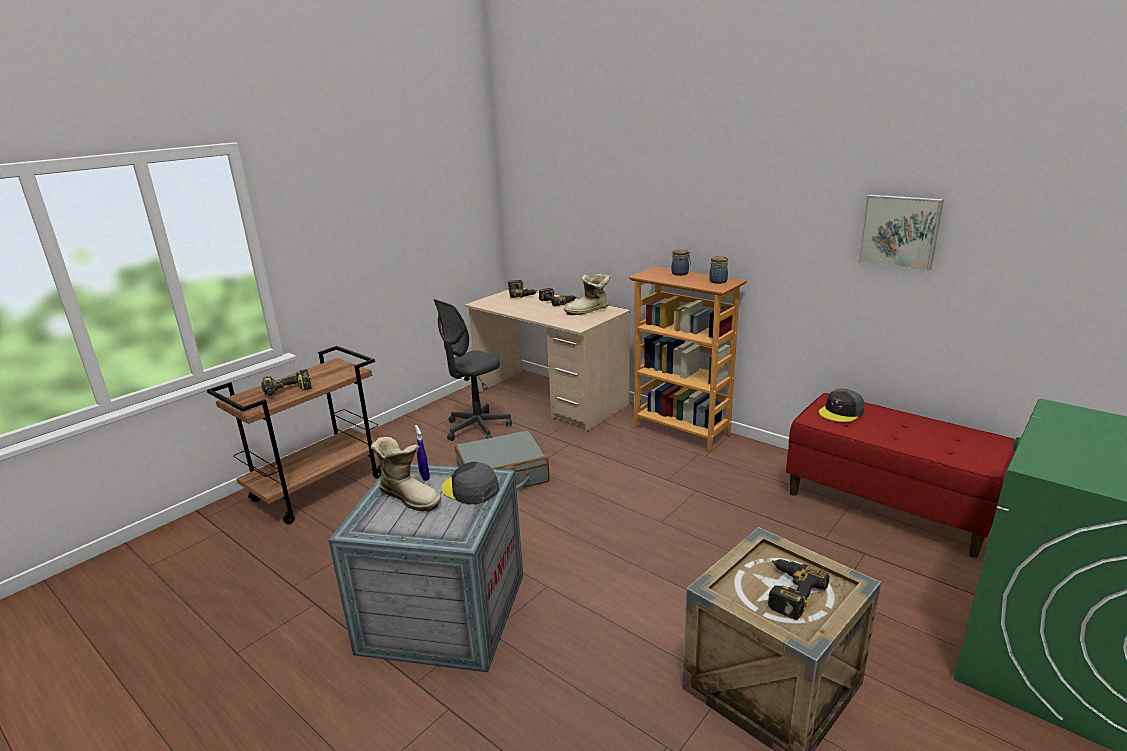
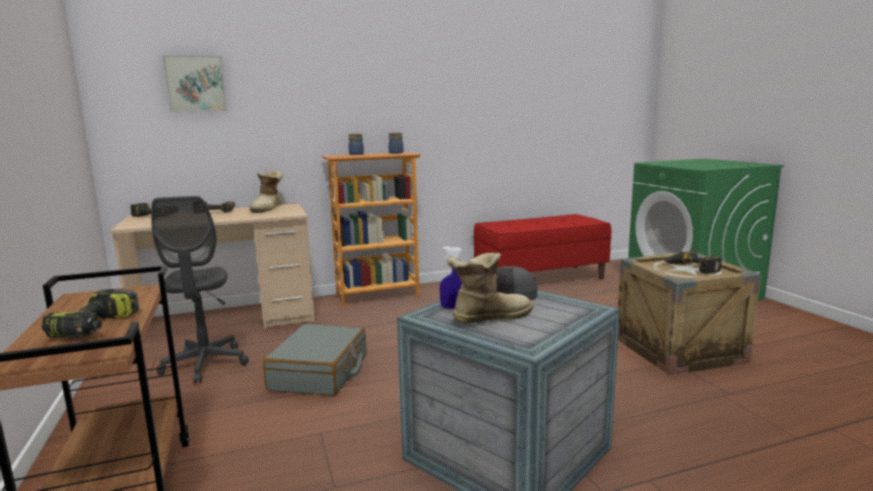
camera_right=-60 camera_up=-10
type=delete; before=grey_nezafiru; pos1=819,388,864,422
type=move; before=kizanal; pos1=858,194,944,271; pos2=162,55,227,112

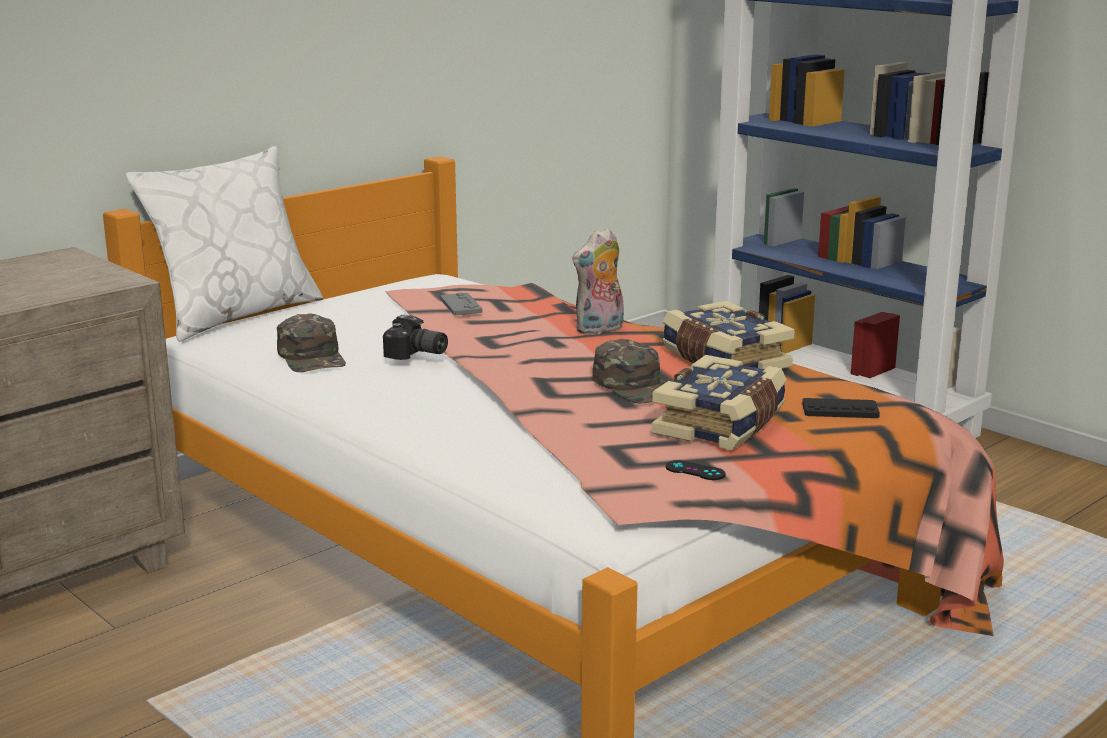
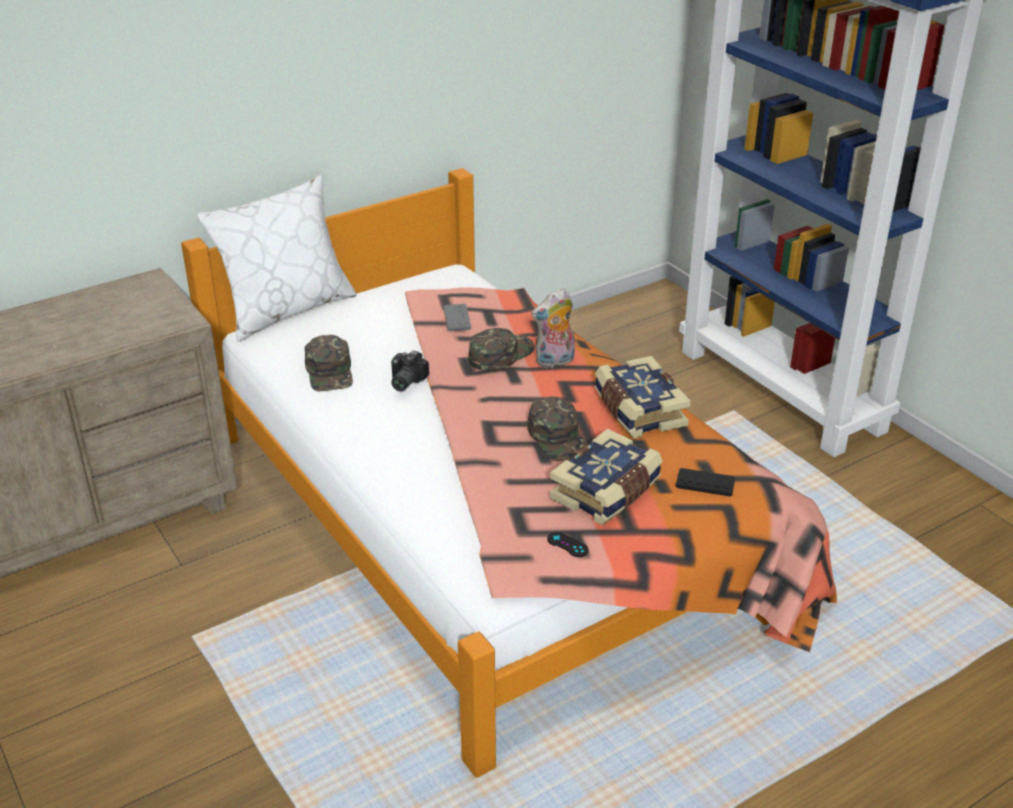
camera_right=10 camera_up=15
type=insert; after=green_nezafiru; pos2=468,328,535,371
type=rotate; before=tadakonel; pos1=383,315,448,360; pos2=391,351,429,391; turn=75

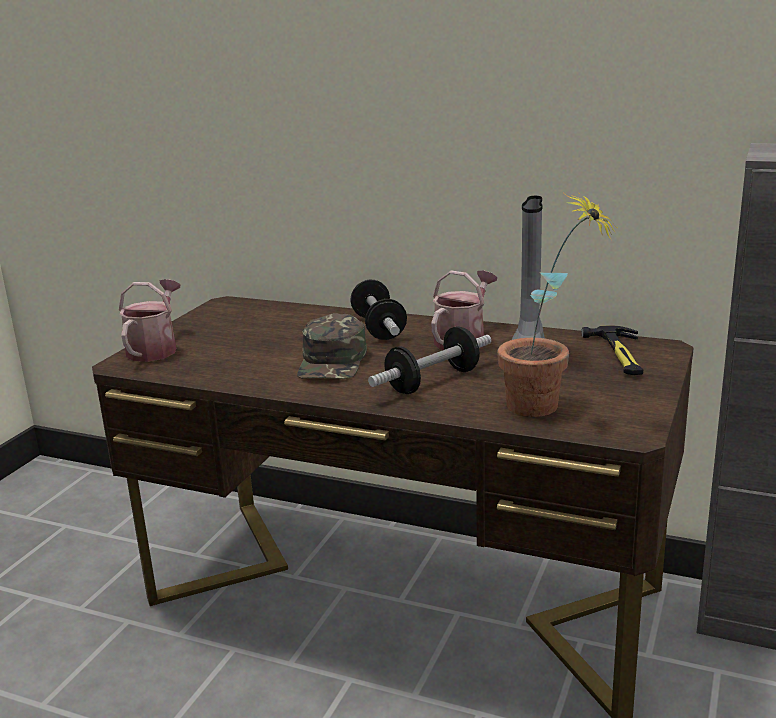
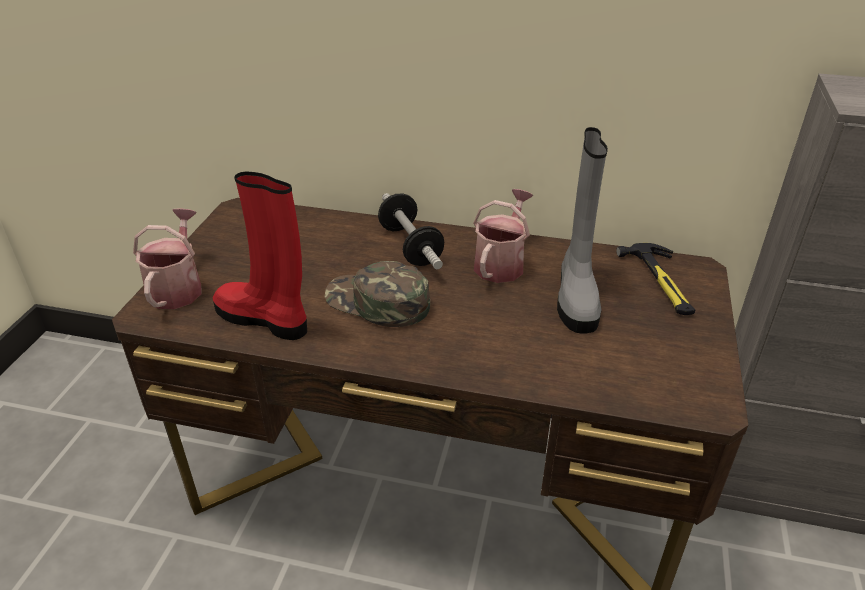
camera_right=-10 camera_up=15
type=delete; before=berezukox; pos1=368,326,491,394
type=delete; before=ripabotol; pos1=497,193,617,417
type=insert; after=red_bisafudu; pos2=213,172,307,340
type=rotate; before=green_nezafiru; pos1=297,313,367,379; pos2=324,261,430,327; turn=120

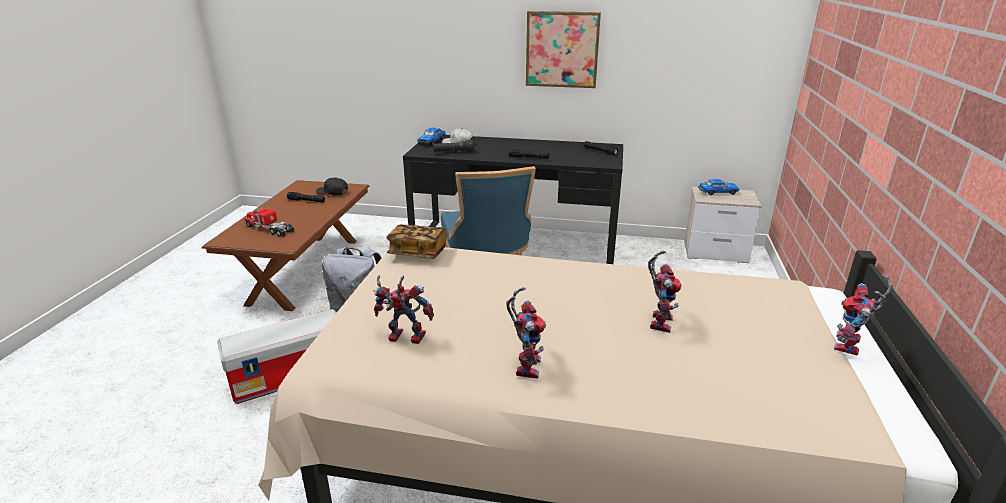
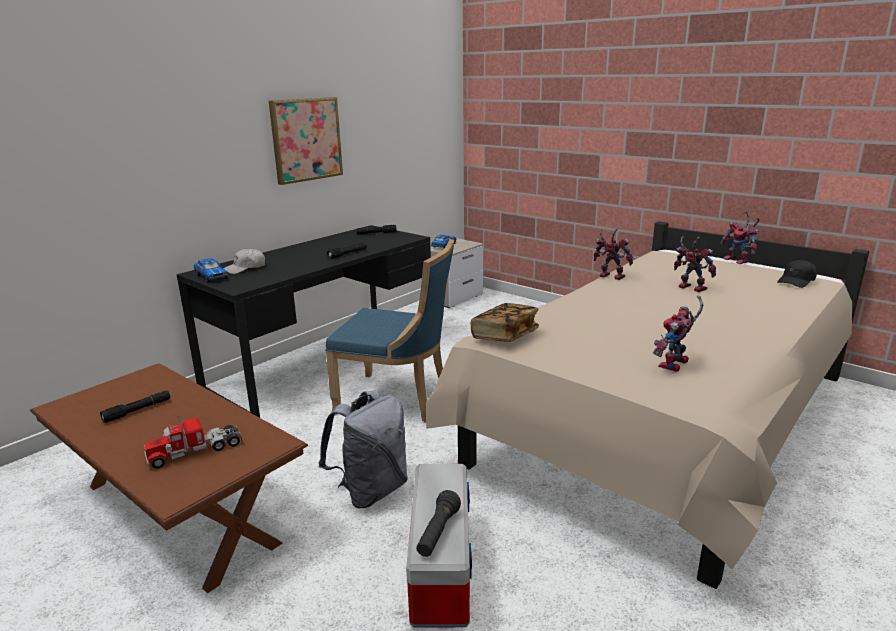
camera_right=-60 camera_up=-5
type=move; before=black_nezafiru; pos1=316,177,348,195; pos2=777,260,817,288
type=move; before=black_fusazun; pos1=433,139,474,152; pos2=416,490,461,557
type=move; before=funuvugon; pos1=506,287,546,379; pos2=593,228,633,280

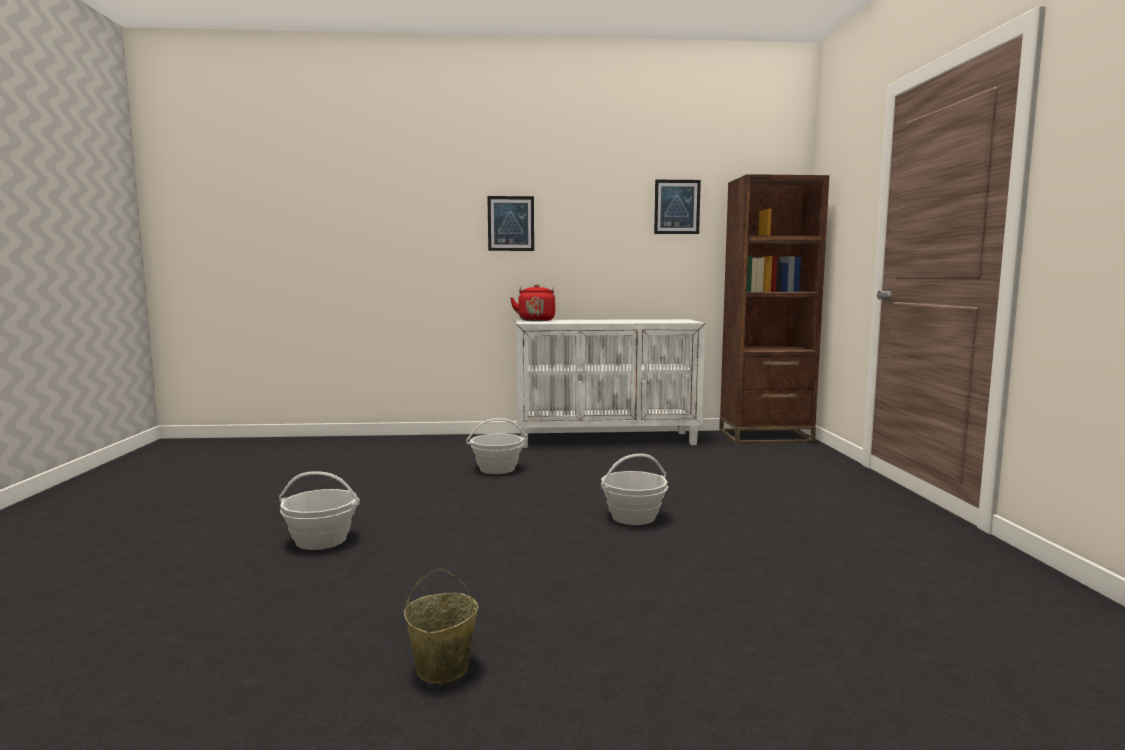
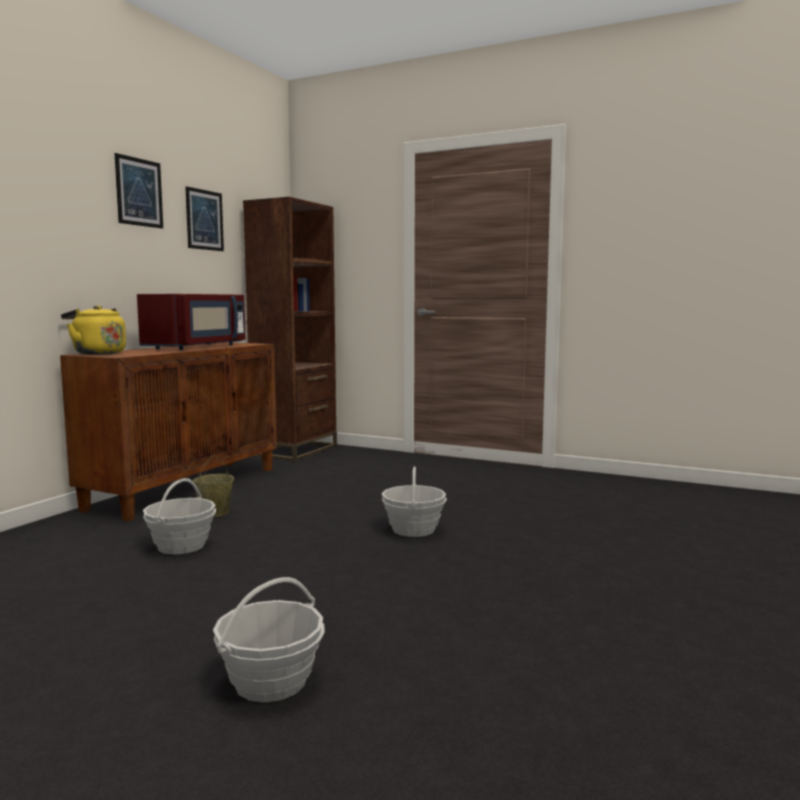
camera_right=-60 camera_up=0
type=insert; after=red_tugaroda; pos2=137,294,246,350
type=move; before=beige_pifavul; pos1=404,568,478,684; pos2=193,455,234,517
type=move; before=kizanal; pos1=487,196,534,251; pos2=115,153,163,228
type=recolor; before=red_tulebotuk; after=yellow_tulebotuk; pos1=510,284,555,321; pos2=61,305,126,355
type=recolor; before=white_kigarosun; after=brown_kigarosun; pos1=516,319,705,448; pos2=60,342,277,521

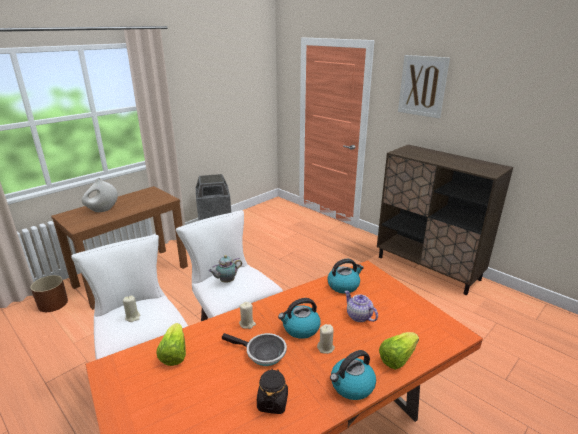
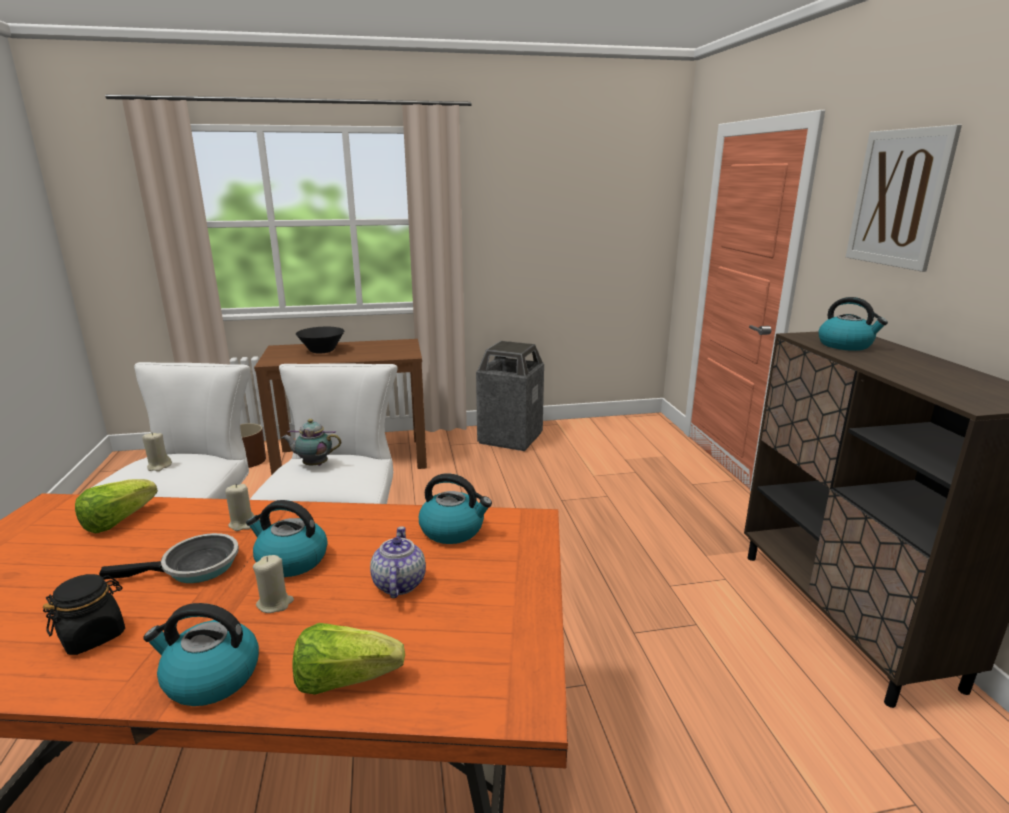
camera_right=35 camera_up=-5
type=insert; after=tulebotuk; pos2=818,297,888,351
type=replace; before=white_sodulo; after=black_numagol; pos1=82,178,118,212; pos2=296,327,344,353
type=rotate; before=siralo; pos1=222,333,287,366; pos2=99,533,239,583; turn=-75

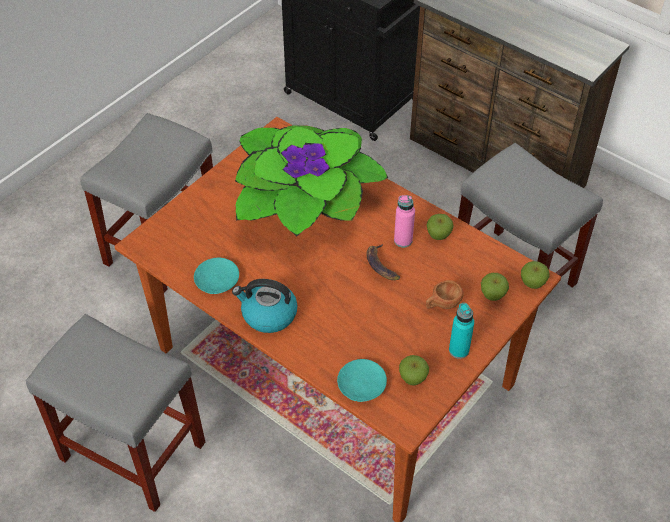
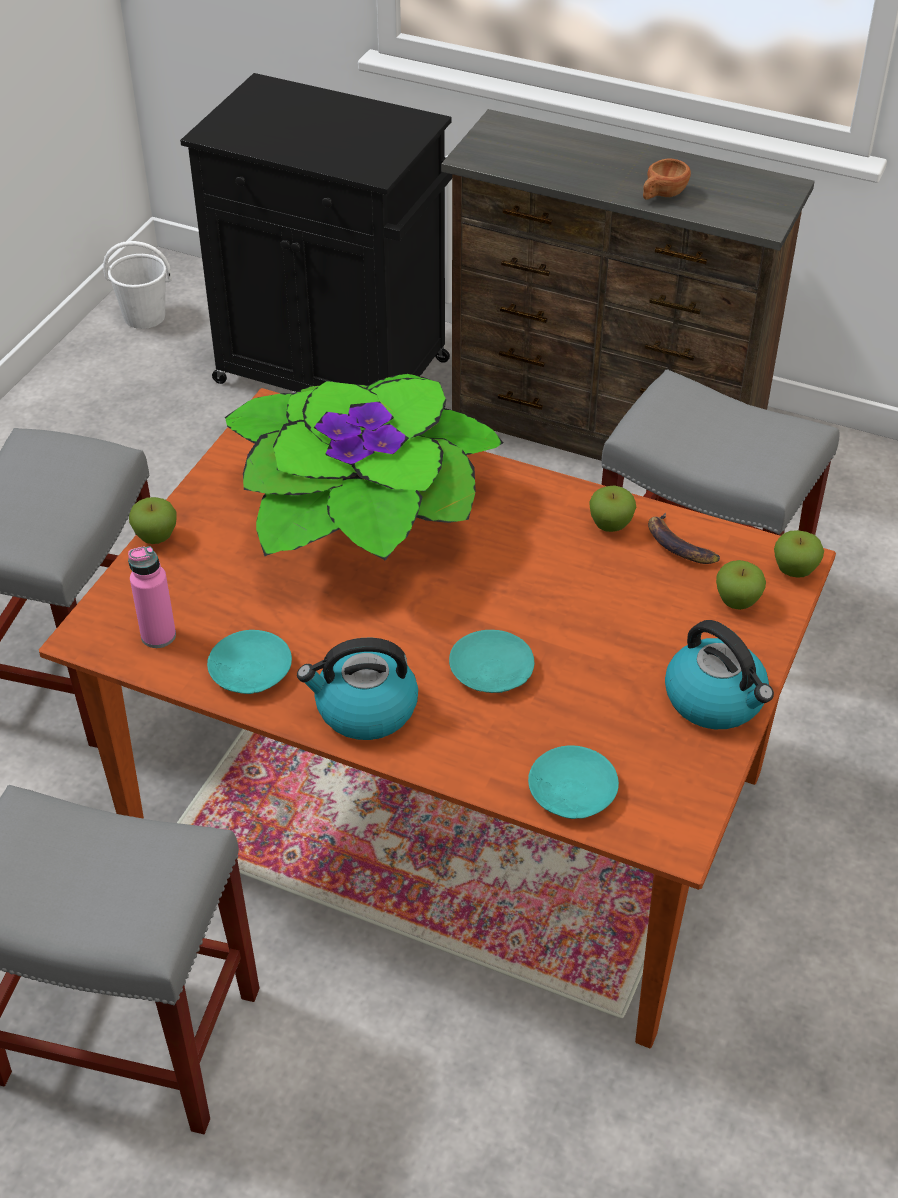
camera_right=-15 camera_up=-5
type=insert; after=white_pifavul; pos2=103,241,172,329
type=insert; after=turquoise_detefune; pos2=449,630,534,693
type=move; before=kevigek; pos1=367,244,400,280; pos2=648,513,720,564
type=move; before=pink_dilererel; pos1=394,195,415,248; pos2=128,546,176,648
type=move; before=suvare; pos1=399,355,429,386; pos2=129,497,177,544
type=move; before=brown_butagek; pos1=426,280,463,309; pos2=643,159,691,200
type=replace; before=turquoise_dilererel; after=tulebotuk; pos1=449,303,474,359; pos2=665,620,774,729

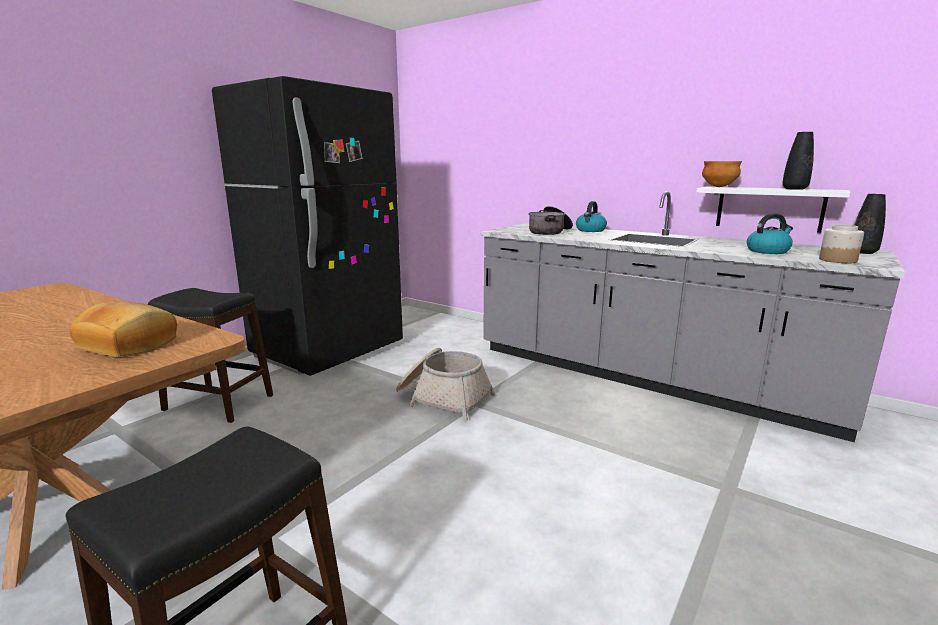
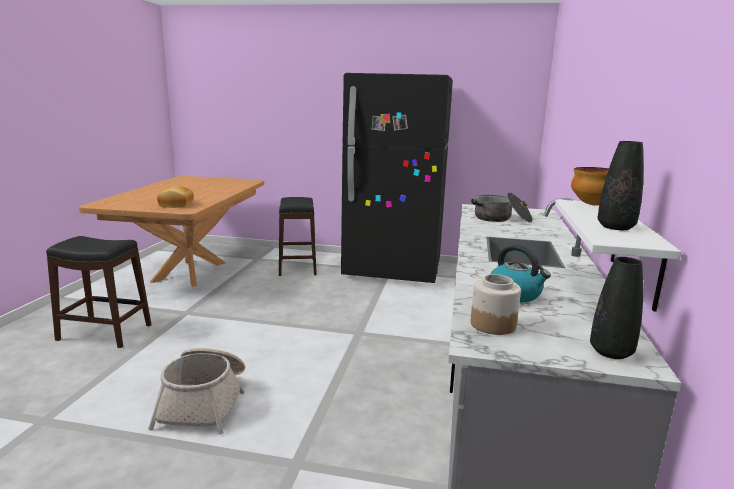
camera_right=65 camera_up=0
type=delete; before=tulebotuk; pos1=576,201,607,232
type=move; before=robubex; pos1=396,348,495,421; pos2=148,348,245,435

